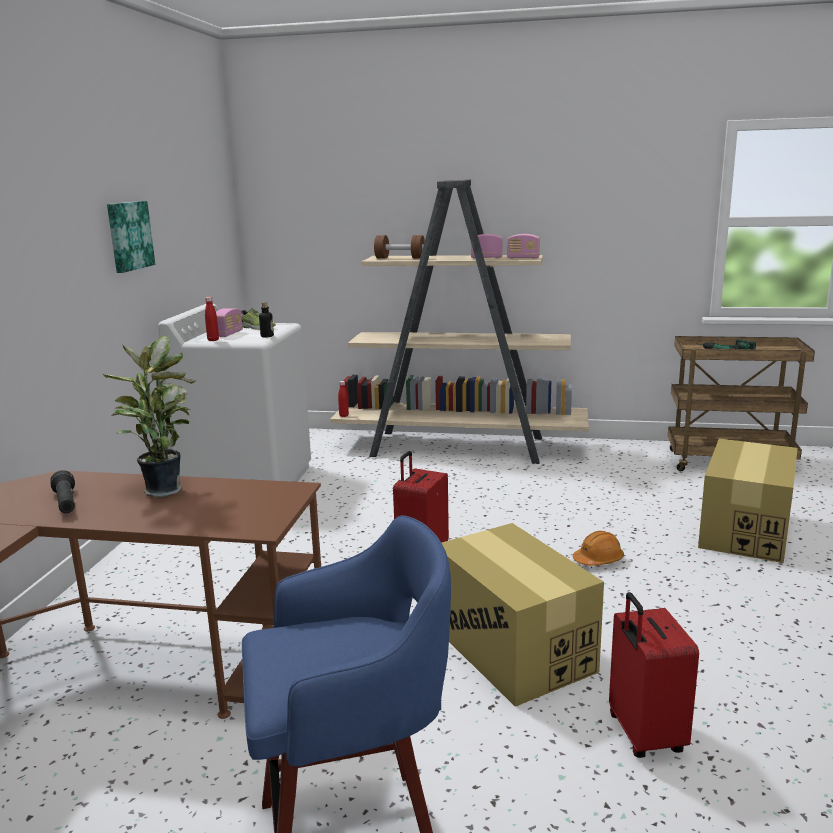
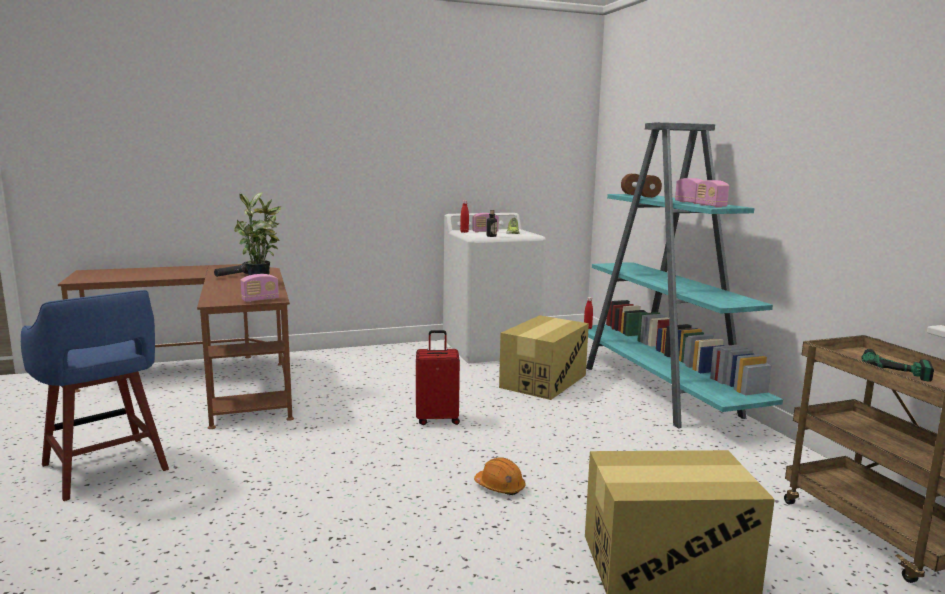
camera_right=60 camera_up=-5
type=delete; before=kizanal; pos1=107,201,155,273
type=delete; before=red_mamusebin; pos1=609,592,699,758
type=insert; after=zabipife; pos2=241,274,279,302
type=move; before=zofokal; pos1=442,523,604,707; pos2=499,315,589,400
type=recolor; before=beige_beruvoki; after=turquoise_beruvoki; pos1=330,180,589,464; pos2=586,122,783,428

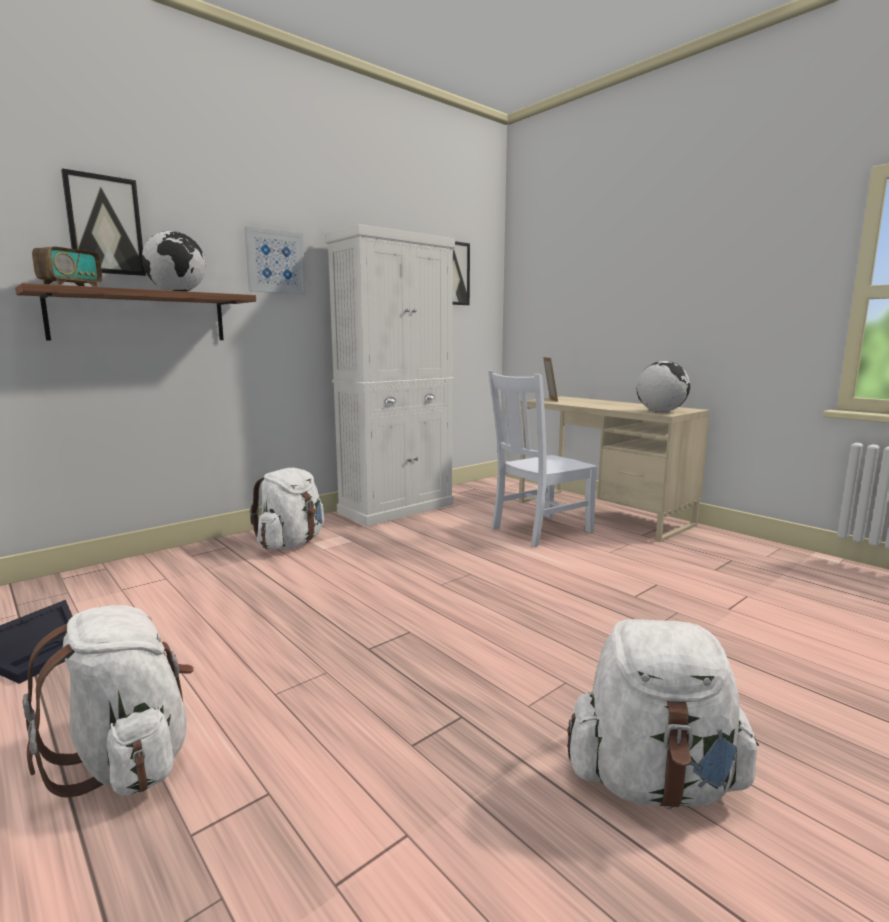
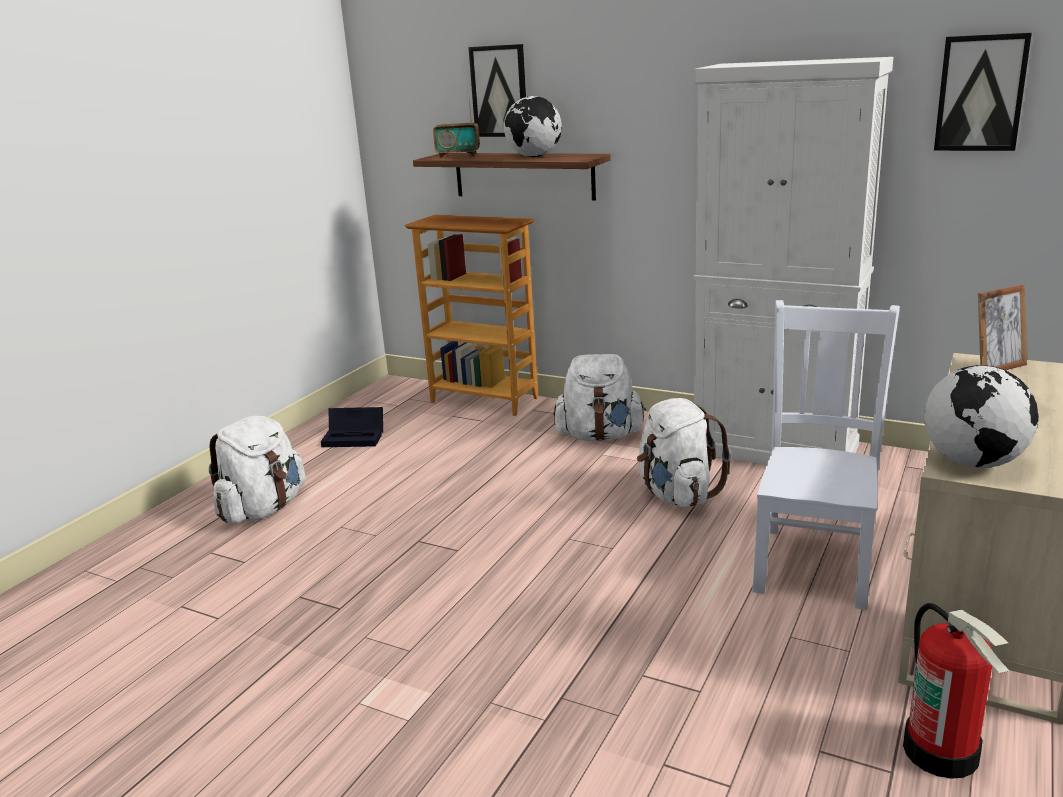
camera_right=70 camera_up=10
type=delete; before=kizanal; pos1=244,226,306,294
type=insert; after=beruvoki; pos2=405,214,538,416
type=insert; after=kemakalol; pos2=903,603,1009,779
type=move; before=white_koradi; pos1=567,619,759,809; pos2=637,398,732,507
type=rotate; before=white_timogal; pos1=488,370,598,547; pos2=752,300,900,610; turn=75

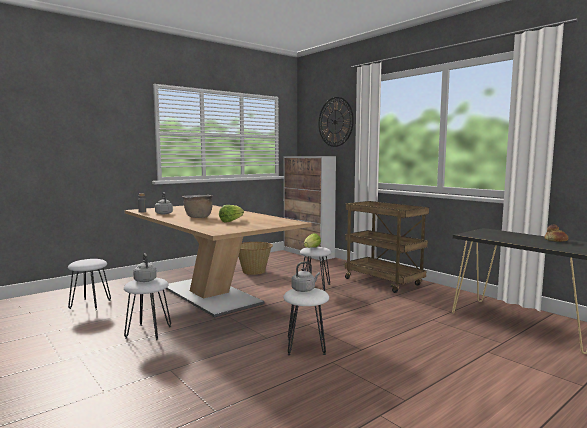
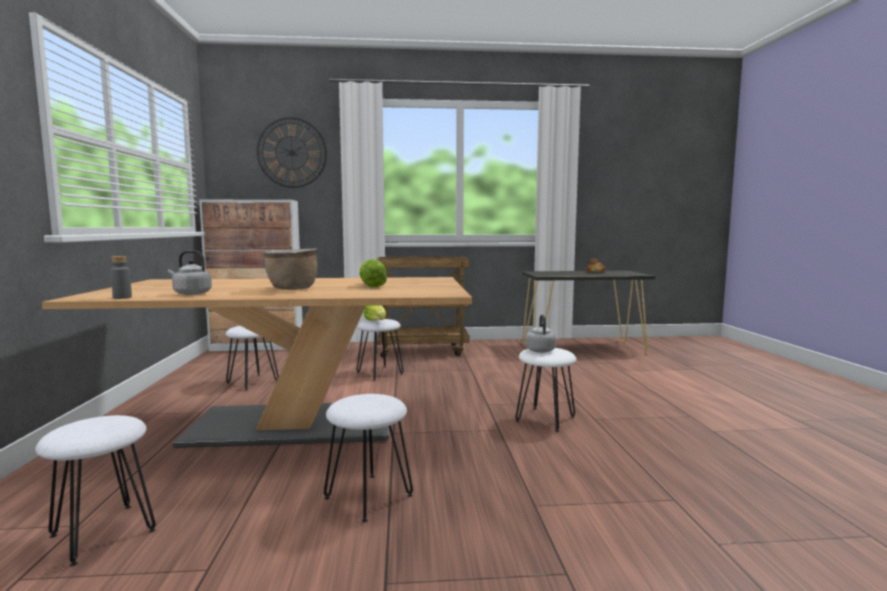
camera_right=-55 camera_up=0
type=delete; before=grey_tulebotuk; pos1=133,253,157,282
type=replace; before=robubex; after=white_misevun; pos1=238,242,273,275; pos2=225,326,279,391

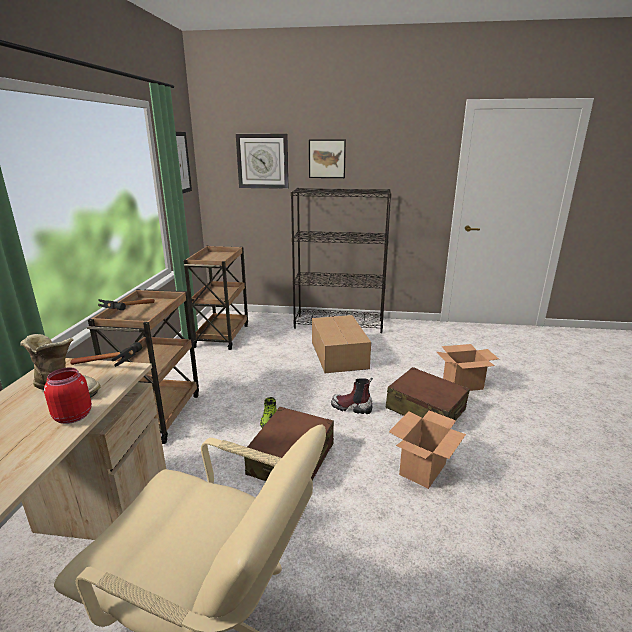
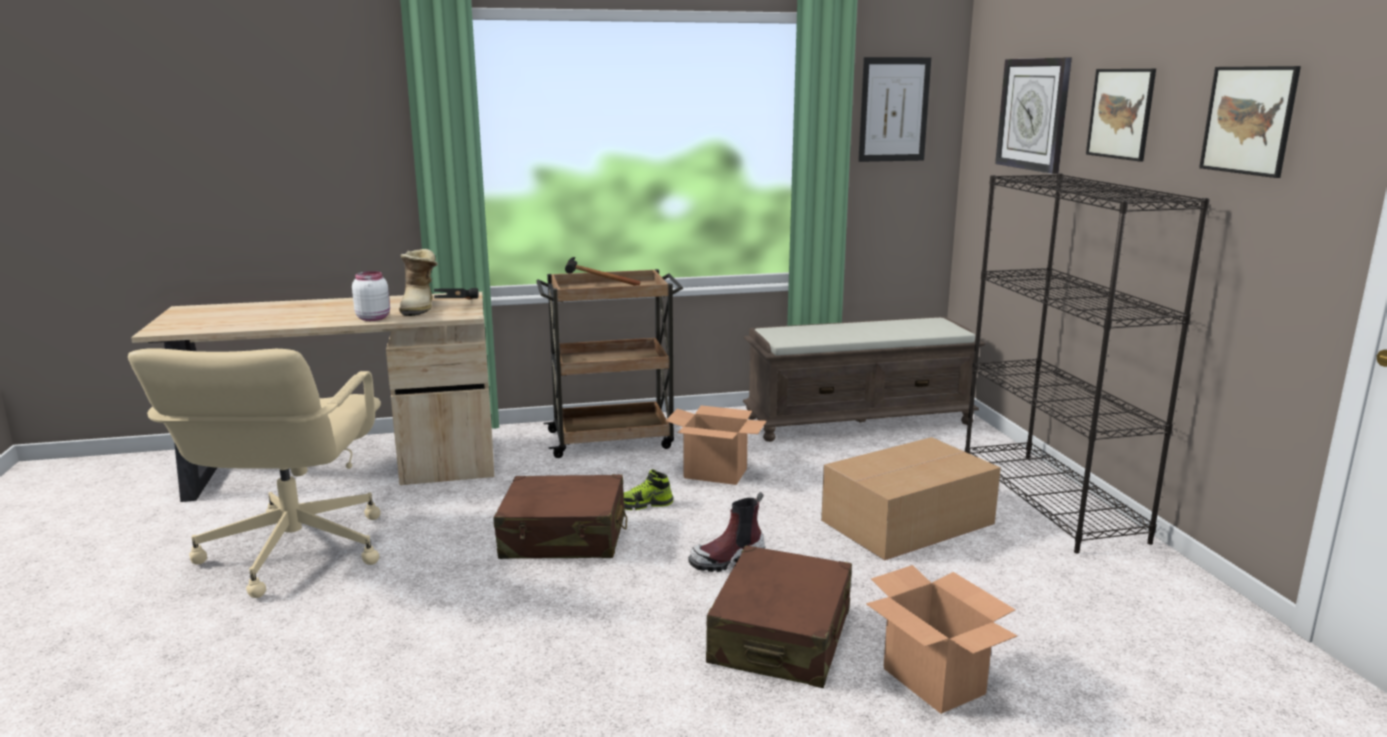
camera_right=70 camera_up=-5
type=insert; after=kizanal; pos2=1199,66,1301,178
type=move; before=zofokal; pos1=389,410,466,489; pos2=665,405,767,485
type=replace; before=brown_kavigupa; after=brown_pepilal; pos1=183,246,248,350; pos2=743,317,985,442
type=recolor; before=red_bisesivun; after=white_bisesivun; pos1=44,367,92,424; pos2=352,271,390,321
type=rotate; before=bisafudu; pos1=331,378,373,414; pos2=688,492,765,572; turn=-105

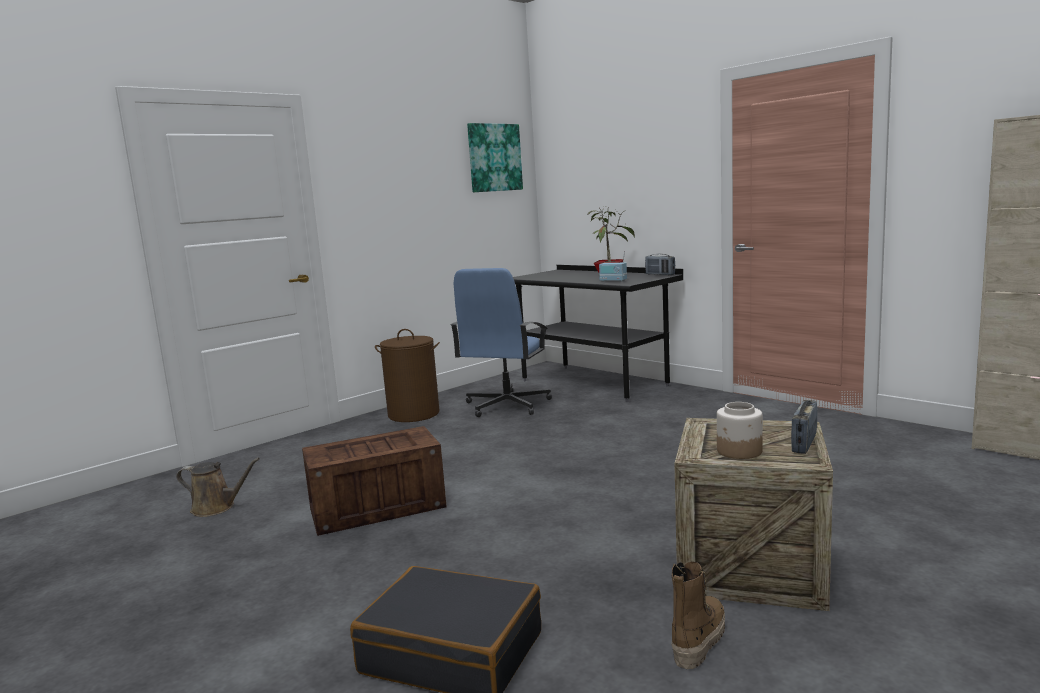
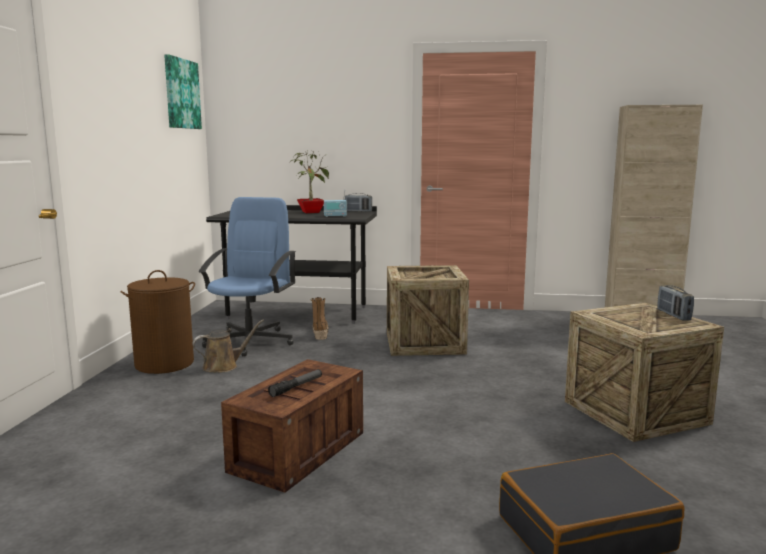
camera_right=-40 camera_up=0
type=delete; before=bisesivun; pos1=717,402,763,459
type=insert; after=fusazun; pos2=268,369,322,397
type=insert; after=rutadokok; pos2=387,265,469,356
type=move; before=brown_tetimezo; pos1=176,458,260,517; pos2=193,320,264,372
type=move; before=bisafudu; pos1=671,562,725,669; pos2=311,297,328,340
type=rotate; before=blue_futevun; pos1=450,268,552,417; pos2=198,197,296,356; turn=-150

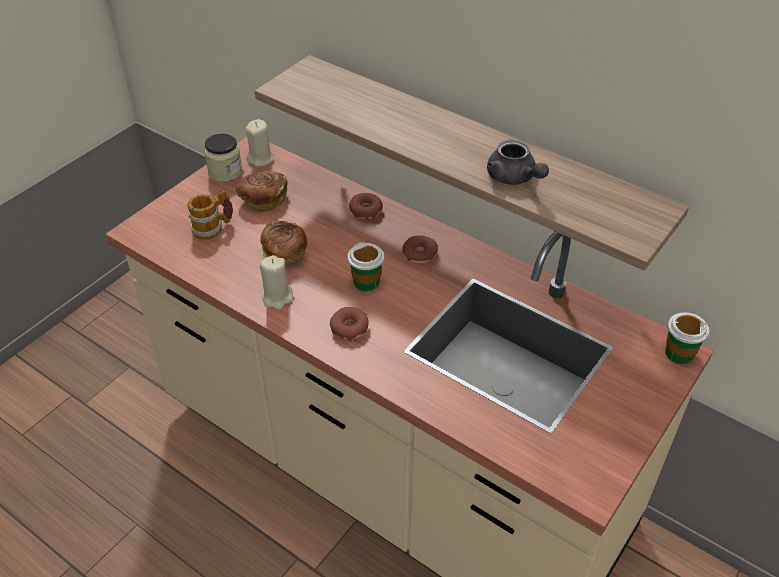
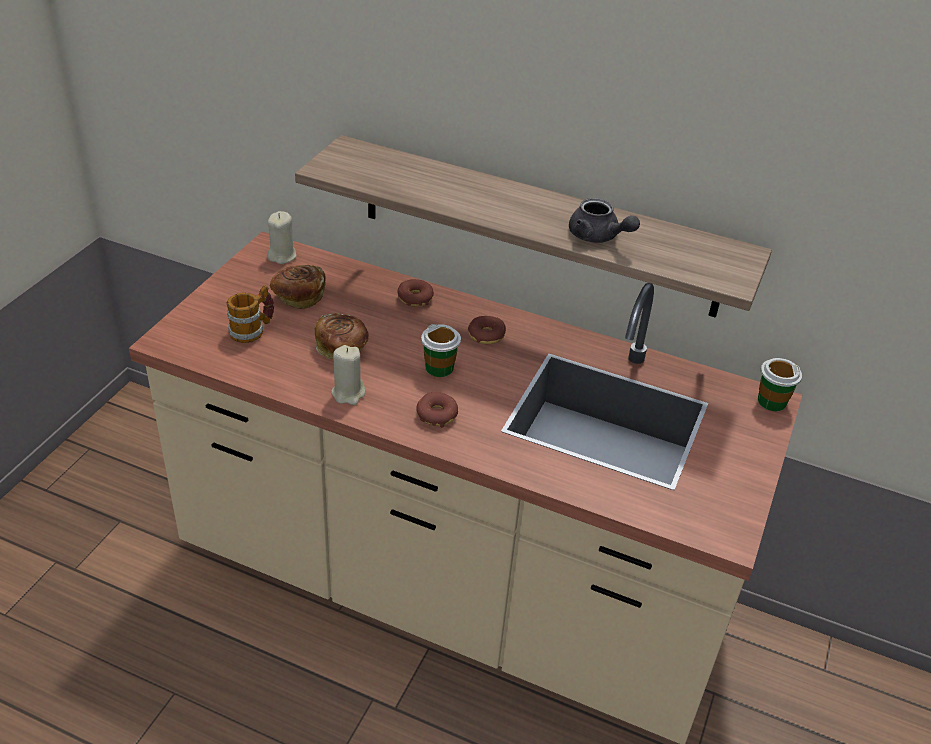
camera_right=-15 camera_up=-5
type=delete; before=bisesivun; pos1=204,134,243,182

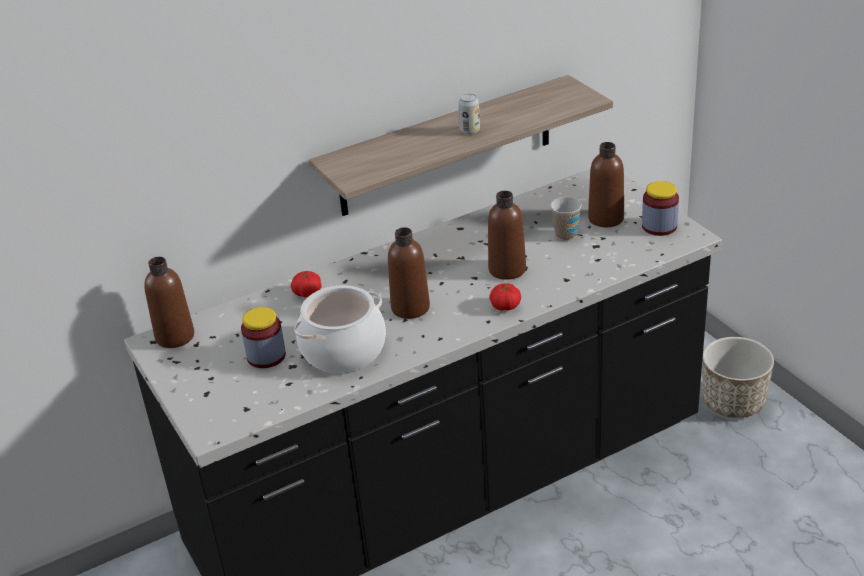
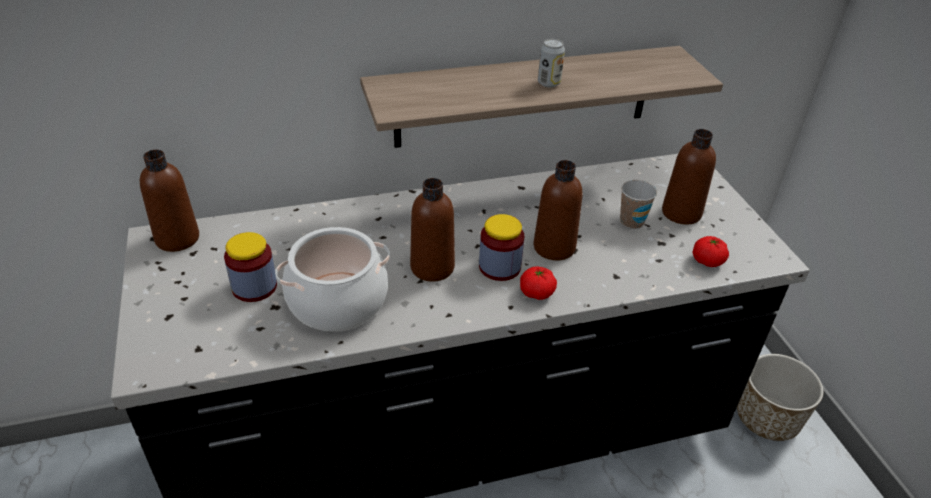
camera_right=10 camera_up=5
type=move; before=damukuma; pos1=291,271,322,297; pos2=693,236,729,267
type=move; before=bisesivun; pos1=642,181,679,236; pos2=479,214,524,281

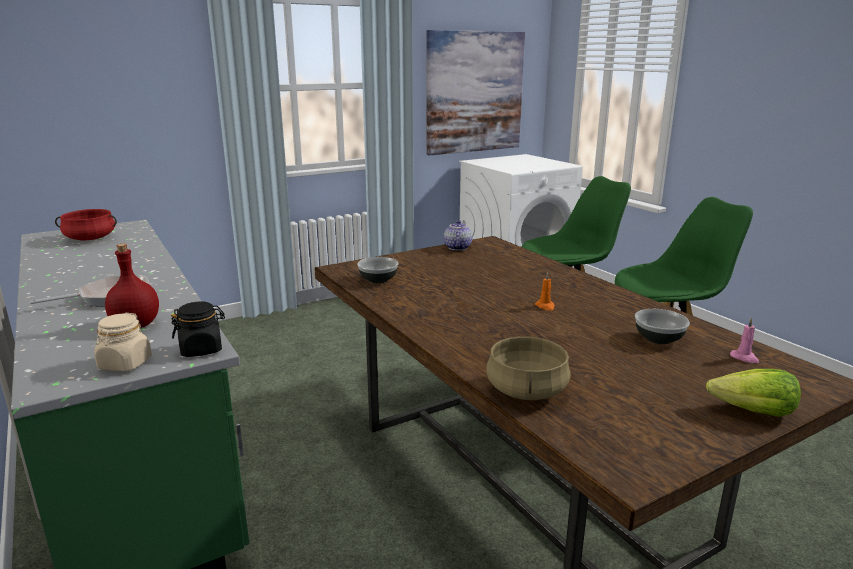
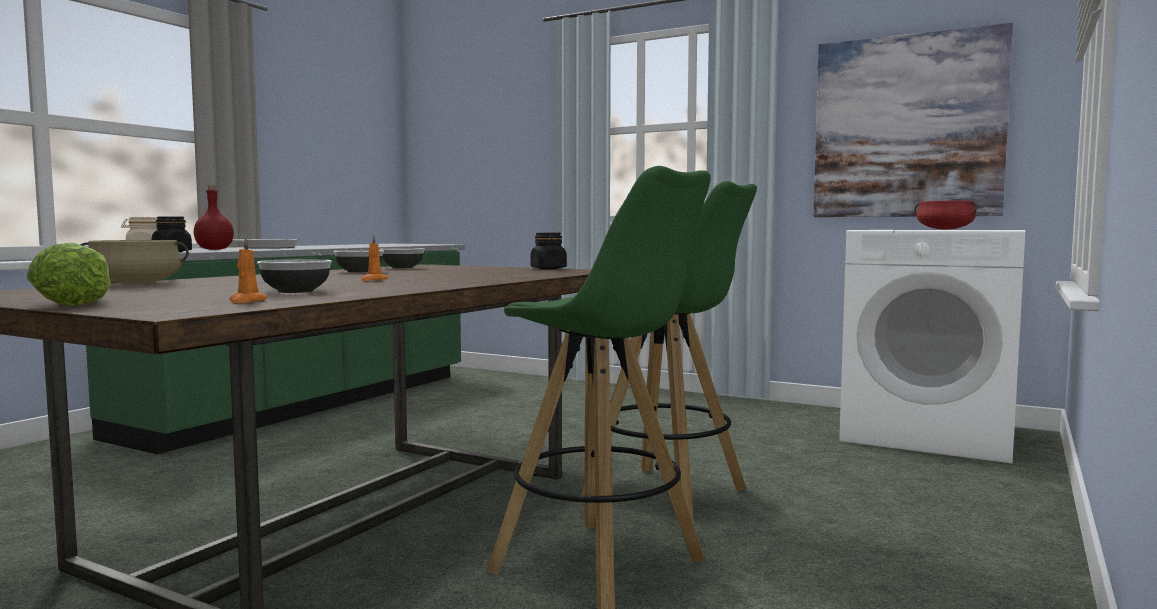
camera_right=60 camera_up=-15
type=insert; after=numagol; pos2=334,250,384,273
type=move; before=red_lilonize; pos1=55,209,117,240; pos2=914,201,977,230
type=replace; before=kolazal; after=black_bisesivun; pos1=444,220,472,250; pos2=530,232,567,269
type=recolor; before=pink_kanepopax; after=orange_kanepopax; pos1=730,318,759,363; pos2=229,236,268,303

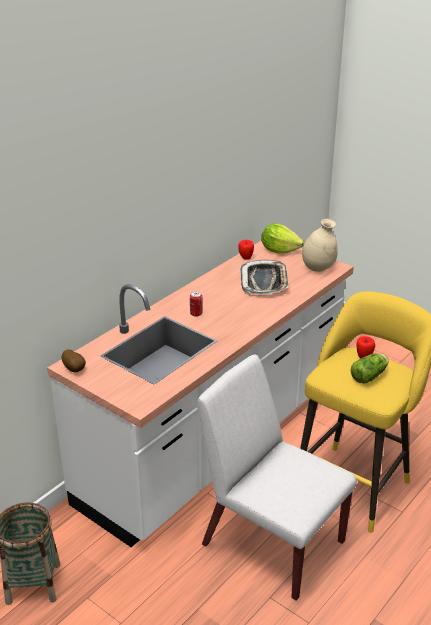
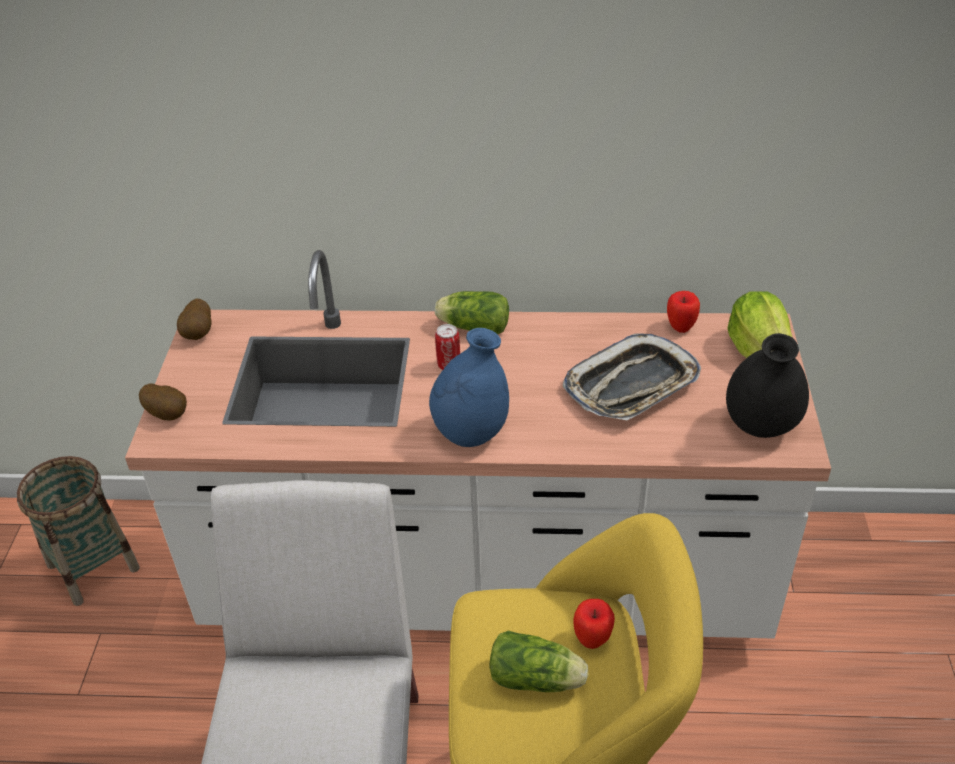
camera_right=55 camera_up=10
type=insert; after=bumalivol; pos2=139,384,187,421
type=insert; after=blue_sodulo; pos2=429,328,509,447
type=insert; after=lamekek; pos2=435,291,509,334
type=recolor; before=beige_sodulo; after=black_sodulo; pos1=302,219,338,272; pos2=726,333,809,438

